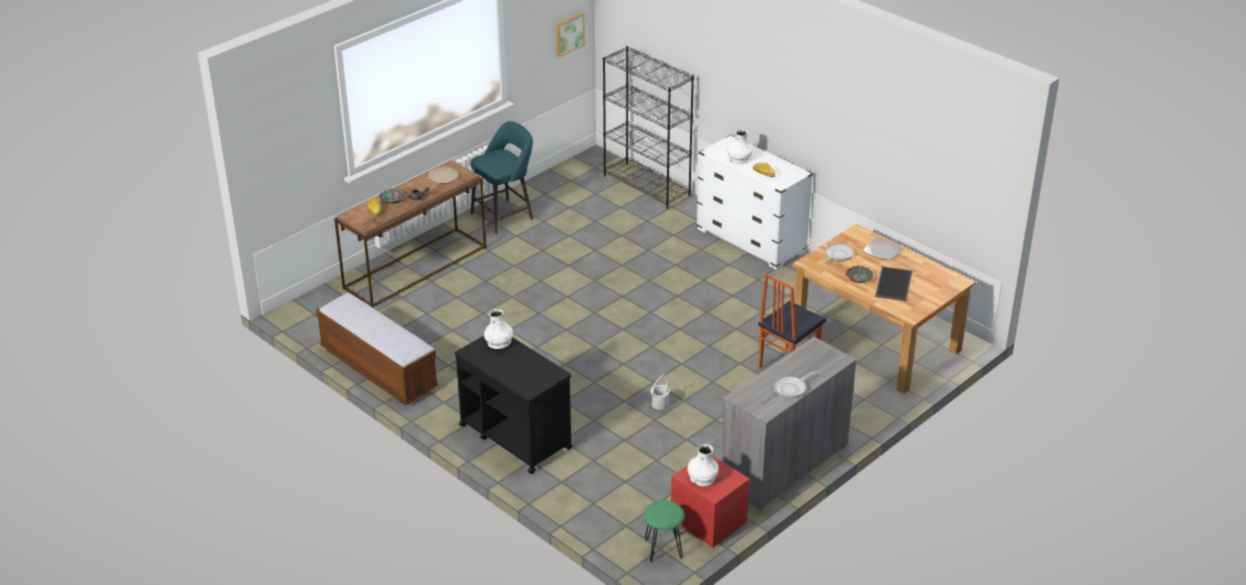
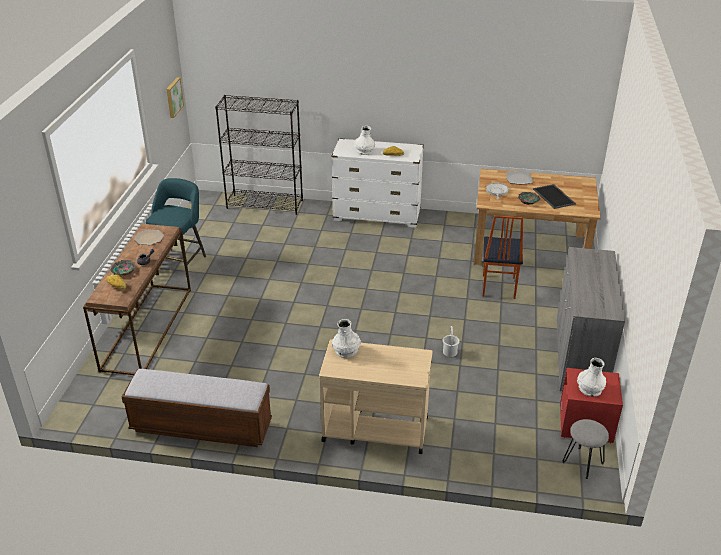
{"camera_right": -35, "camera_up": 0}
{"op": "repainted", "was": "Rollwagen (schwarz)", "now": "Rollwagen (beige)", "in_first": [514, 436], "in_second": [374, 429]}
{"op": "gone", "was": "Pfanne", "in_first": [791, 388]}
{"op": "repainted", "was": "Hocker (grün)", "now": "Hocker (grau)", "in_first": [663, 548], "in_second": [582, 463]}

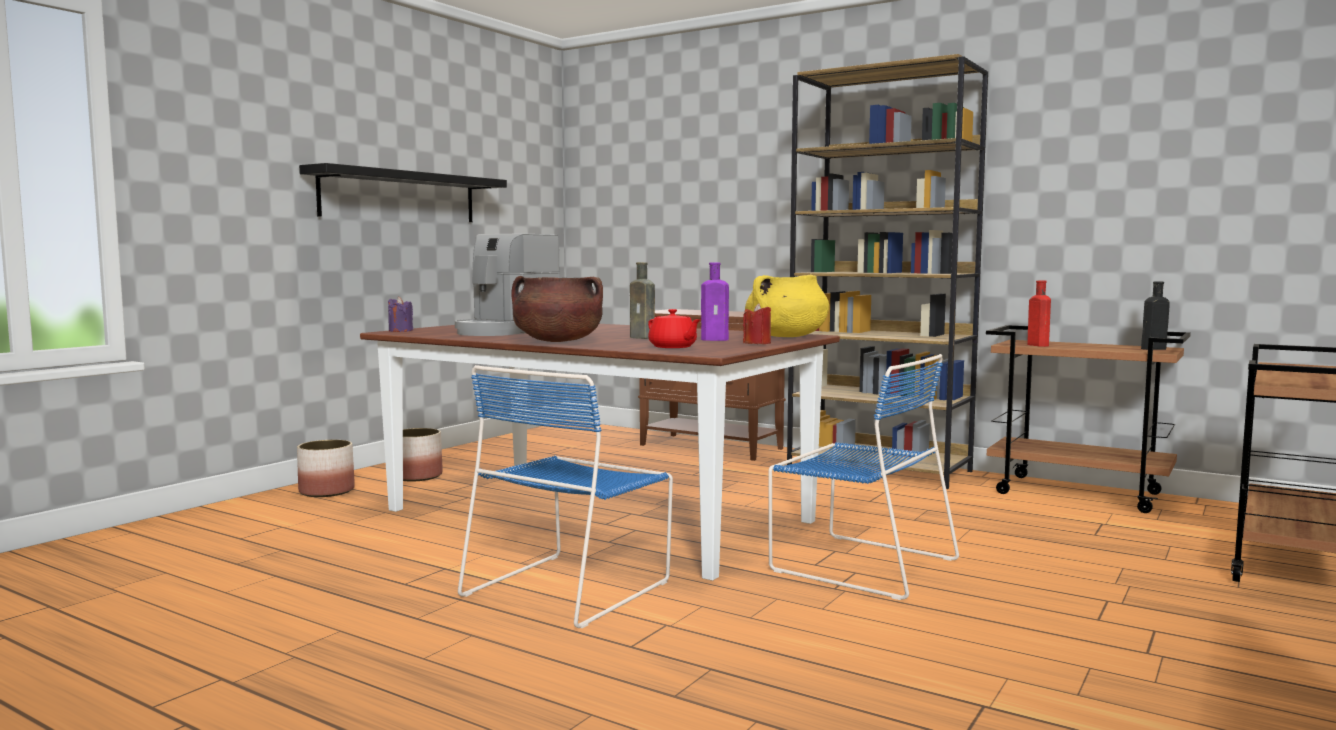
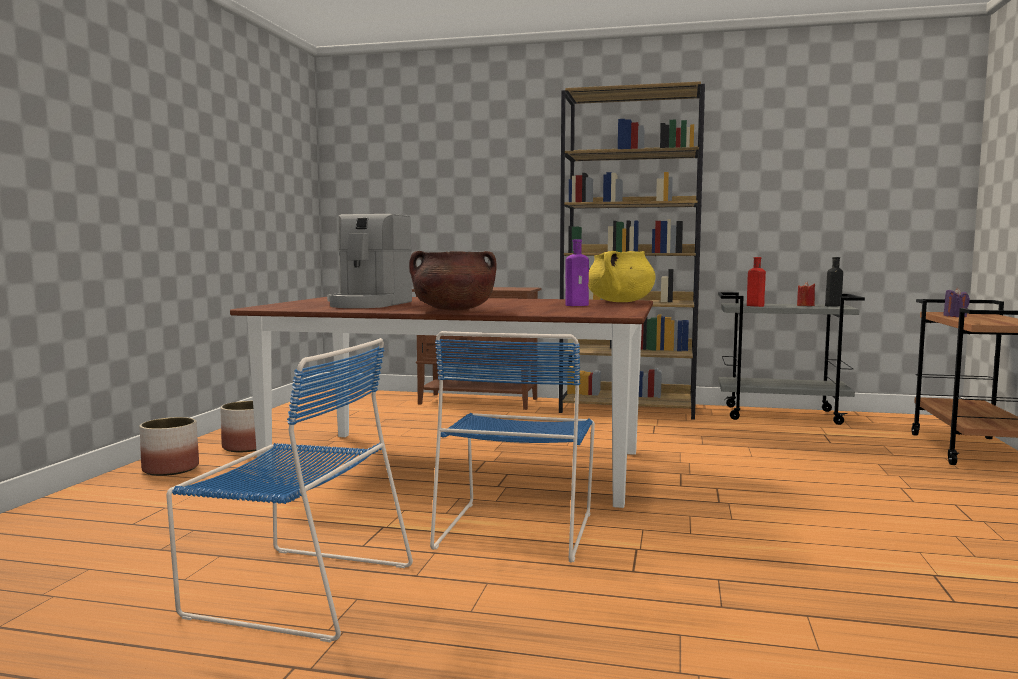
{"camera_right": -20, "camera_up": 0}
{"op": "gone", "was": "Wandregal (schwarz)", "in_first": [400, 196]}
{"op": "gone", "was": "Flasche (braun)", "in_first": [644, 337]}
{"op": "shifted", "was": "Kerze (lila)", "in_first": [400, 331], "in_second": [955, 316]}
{"op": "shifted", "was": "Kerze (rot)", "in_first": [757, 343], "in_second": [805, 306]}
{"op": "gone", "was": "Teekanne (rot)", "in_first": [673, 347]}
{"op": "repainted", "was": "Rollwagen (braun)", "now": "Rollwagen (grau)", "in_first": [1080, 493], "in_second": [782, 415]}
{"op": "shifted", "was": "Stuhl (blau)", "in_first": [858, 564], "in_second": [295, 589]}

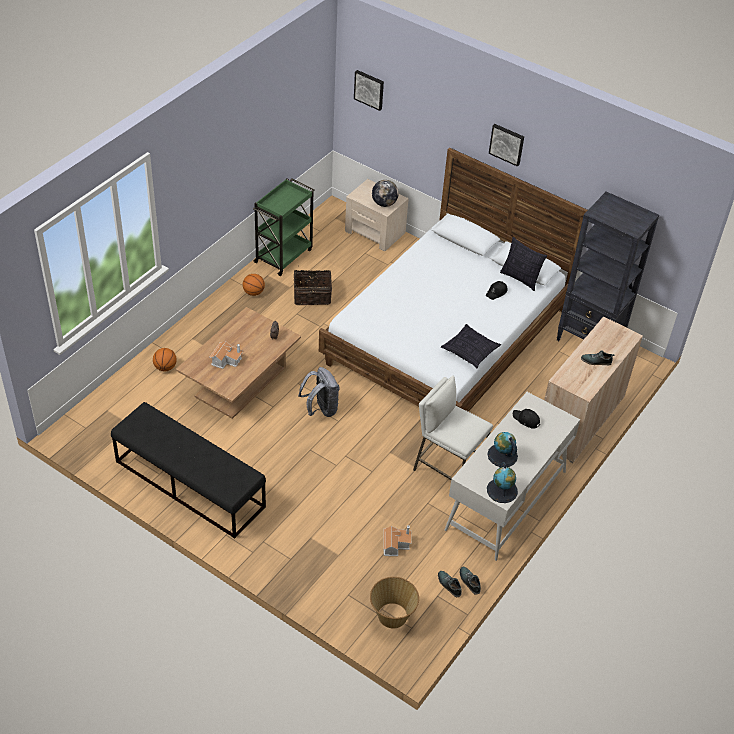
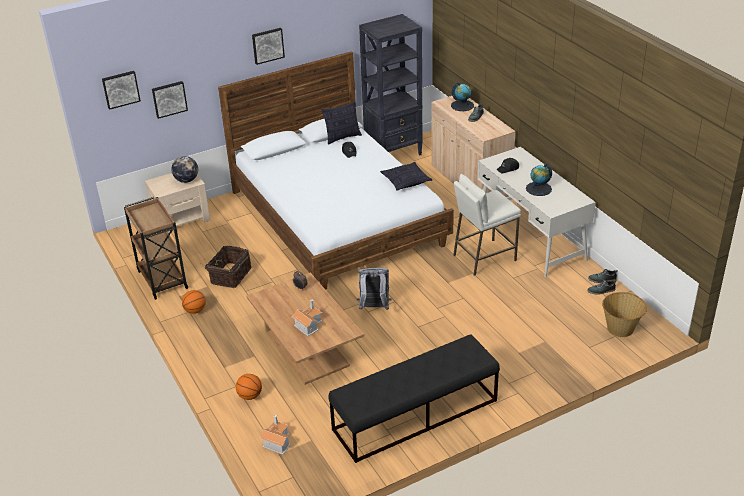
{"camera_right": -60, "camera_up": -10}
{"op": "repainted", "was": "Rollwagen (grün)", "now": "Rollwagen (braun)", "in_first": [284, 255], "in_second": [162, 279]}
{"op": "shifted", "was": "Globus", "in_first": [502, 490], "in_second": [462, 105]}
{"op": "shifted", "was": "Spielzeughaus", "in_first": [395, 544], "in_second": [277, 441]}
{"op": "new", "now": "Bild", "in_second": [169, 99]}

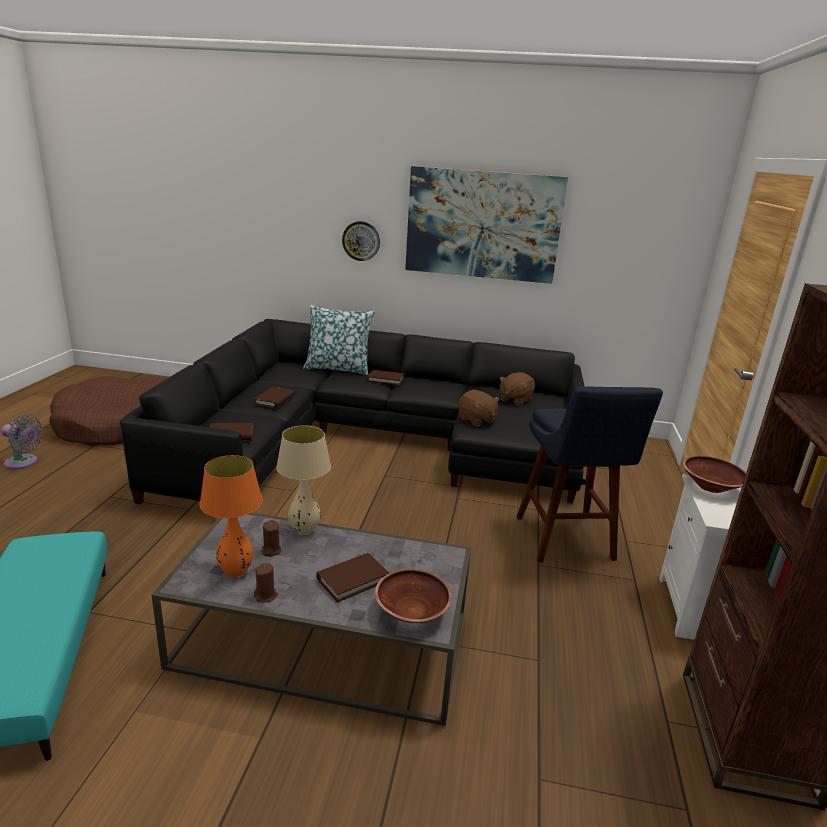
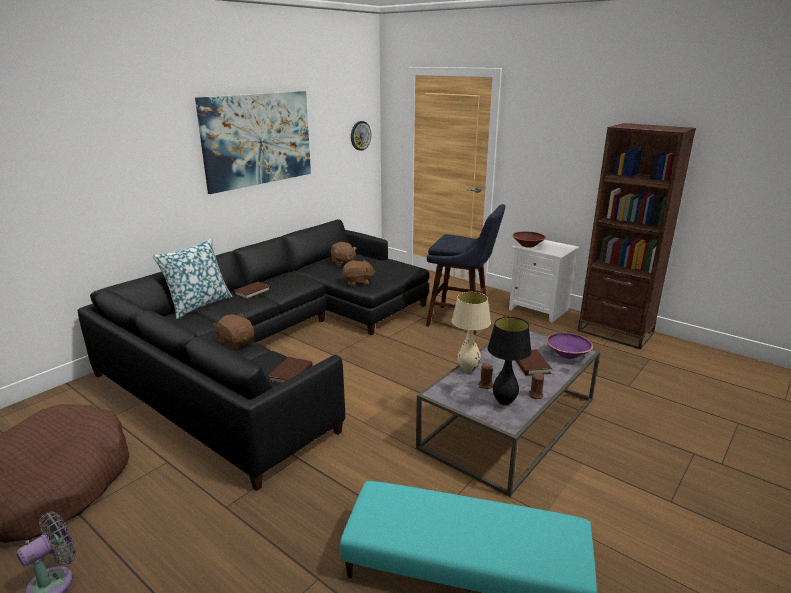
{"camera_right": -60, "camera_up": 0}
{"op": "shifted", "was": "Wanduhr", "in_first": [361, 241], "in_second": [360, 135]}
{"op": "swapped", "was": "Buch (braun)", "now": "Plüschtier (braun)", "in_first": [274, 399], "in_second": [236, 343]}
{"op": "repainted", "was": "Tischlampe (orange)", "now": "Tischlampe (schwarz)", "in_first": [236, 572], "in_second": [504, 402]}
{"op": "repainted", "was": "Schüssel (braun)", "now": "Schüssel (lila)", "in_first": [411, 612], "in_second": [567, 354]}

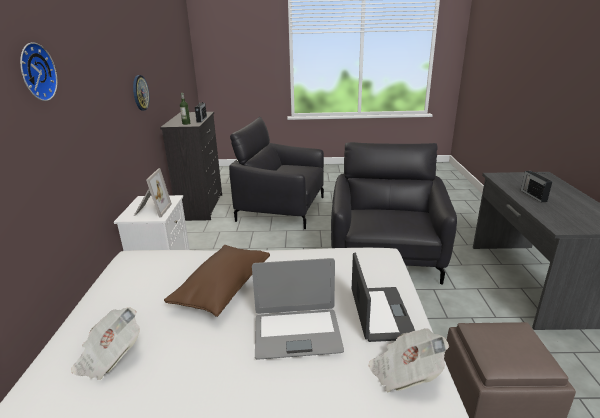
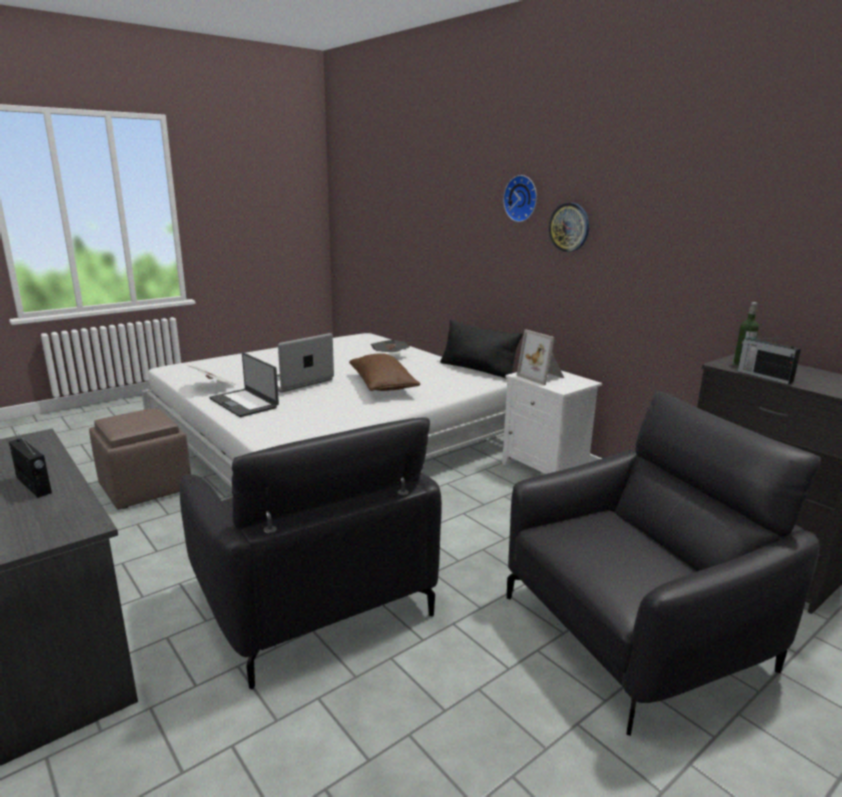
{"camera_right": 140, "camera_up": -5}
{"op": "shifted", "was": "Wanduhr", "in_first": [140, 93], "in_second": [569, 227]}
{"op": "new", "now": "Kissen (schwarz)", "in_second": [478, 370]}

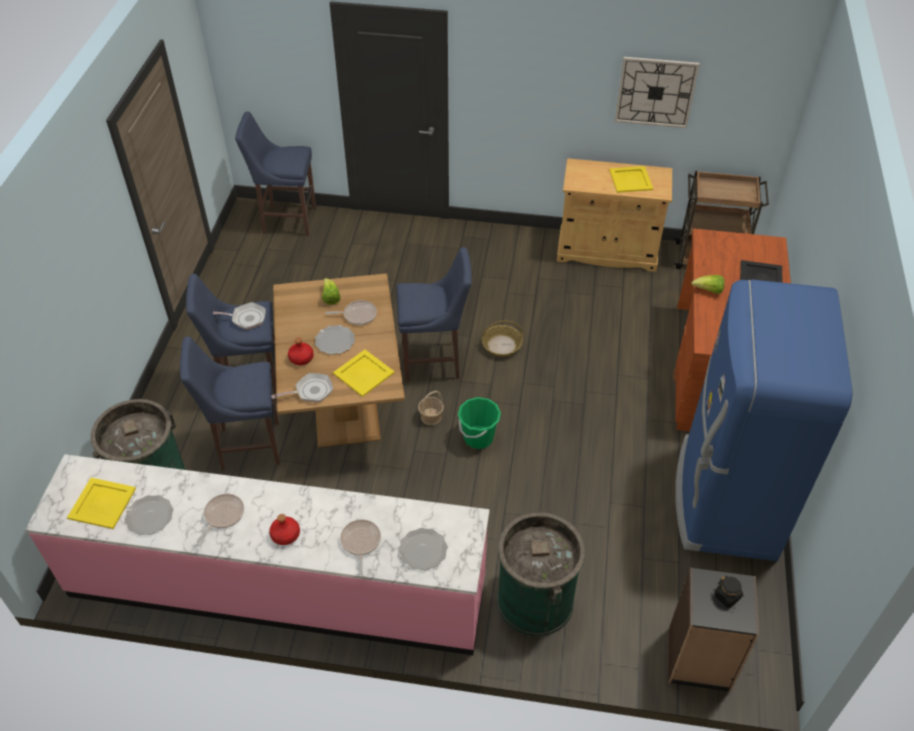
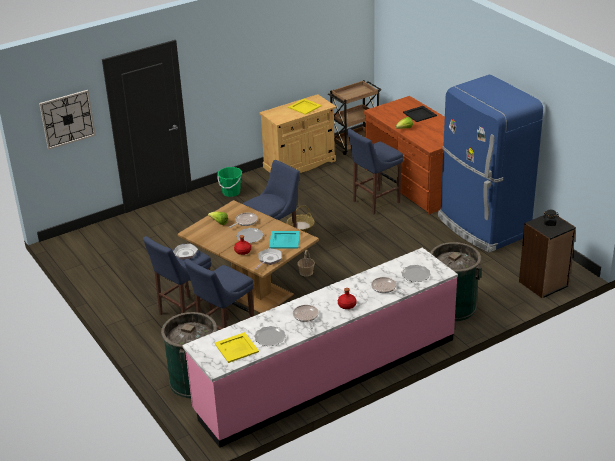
{"camera_right": -40, "camera_up": -15}
{"op": "shifted", "was": "Wanduhr", "in_first": [655, 92], "in_second": [67, 119]}
{"op": "shifted", "was": "Hocker (blau)", "in_first": [286, 220], "in_second": [374, 202]}
{"op": "repainted", "was": "Tablett (gelb)", "now": "Tablett (türkis)", "in_first": [363, 373], "in_second": [284, 240]}
{"op": "shifted", "was": "Eimer (grün)", "in_first": [478, 437], "in_second": [231, 192]}

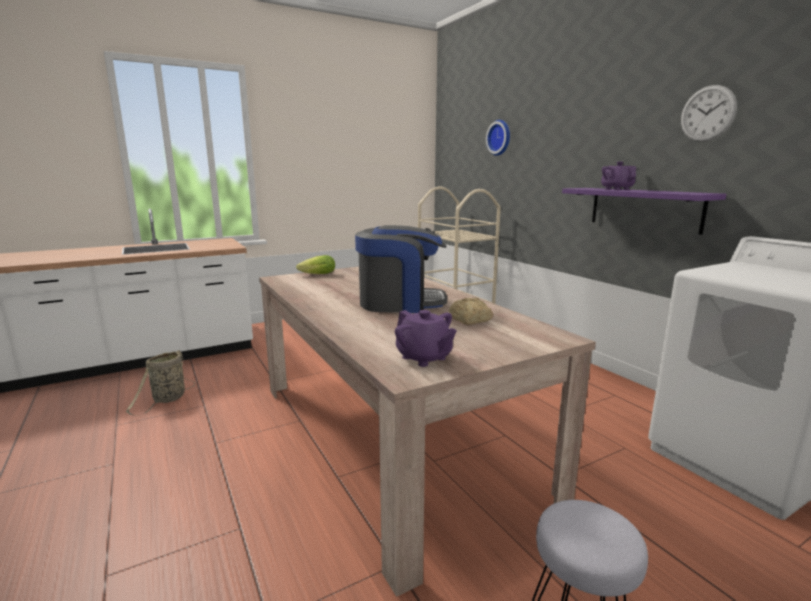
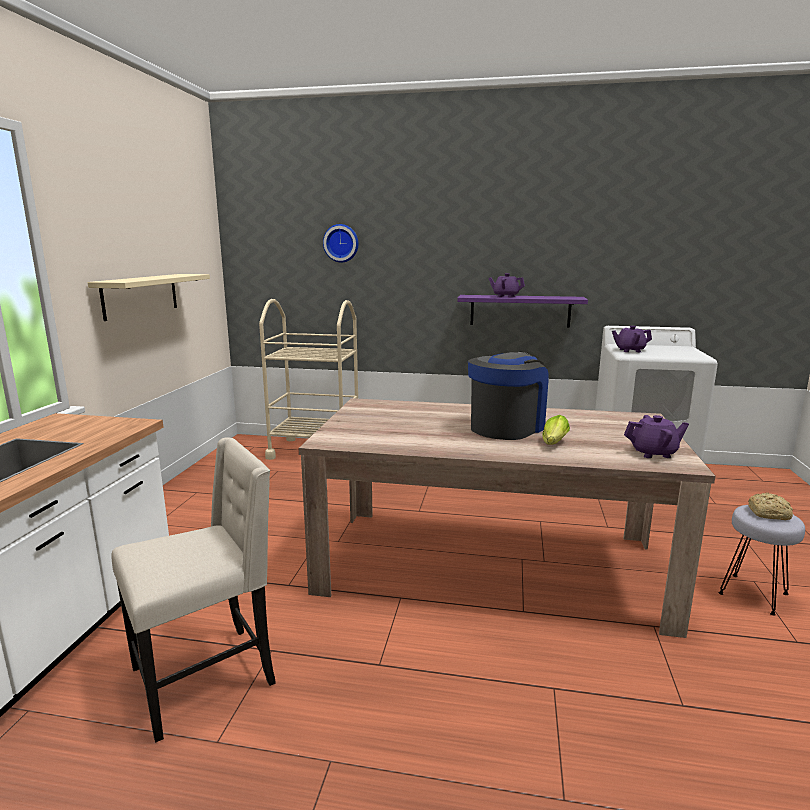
{"camera_right": -50, "camera_up": 0}
{"op": "gone", "was": "Wanduhr", "in_first": [707, 114]}
{"op": "shifted", "was": "Salatkopf", "in_first": [316, 275], "in_second": [553, 444]}
{"op": "shifted", "was": "Brot", "in_first": [470, 320], "in_second": [770, 514]}
{"op": "swapped", "was": "Korb", "now": "Stuhl (beige)", "in_first": [167, 399], "in_second": [207, 676]}
{"op": "new", "now": "Wandregal (beige)", "in_second": [141, 295]}
{"op": "new", "now": "Teekanne (lila)", "in_second": [629, 350]}

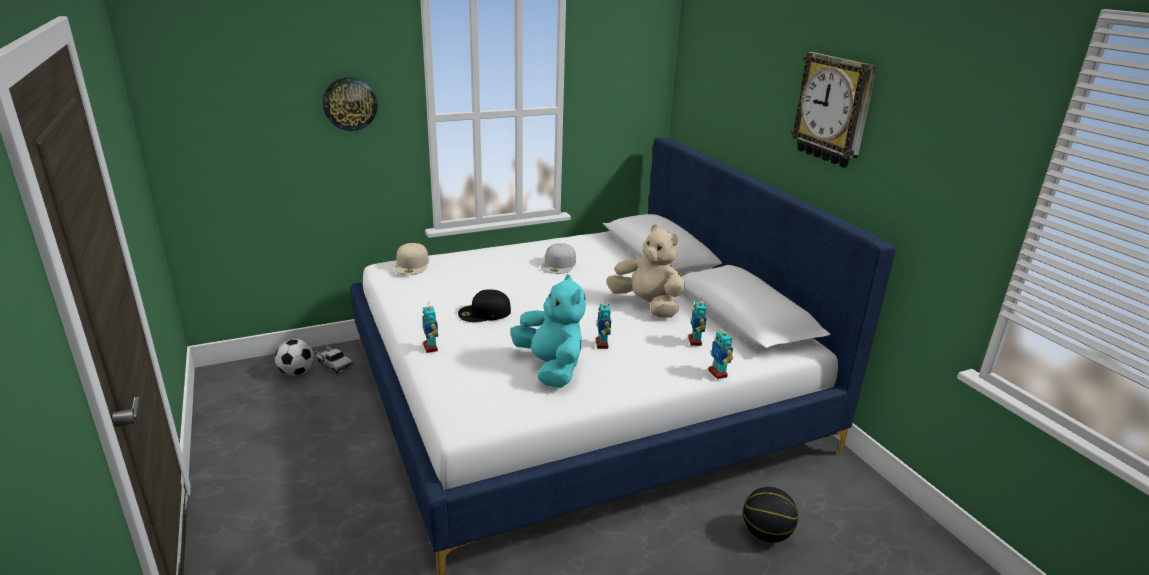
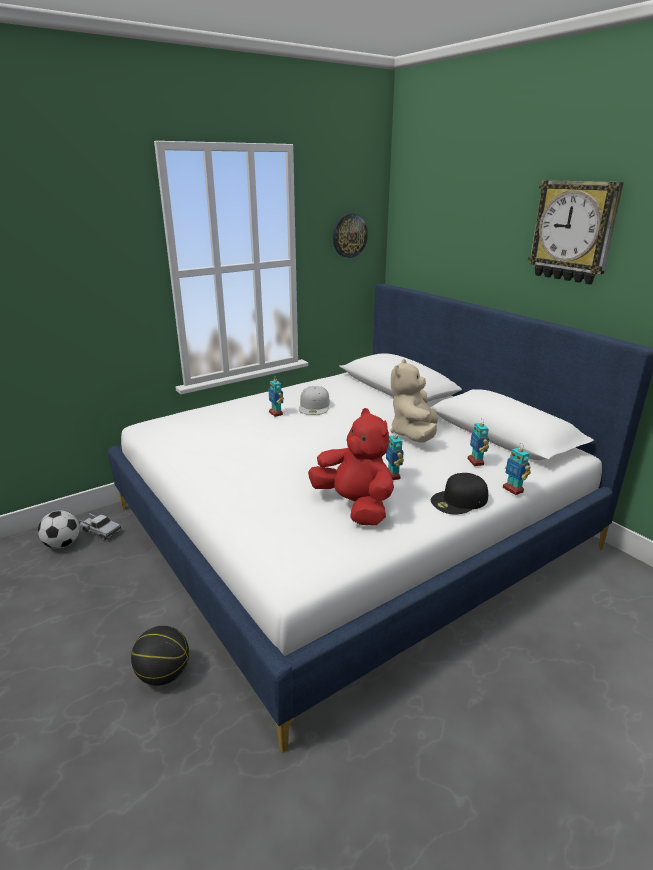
{"camera_right": -10, "camera_up": 0}
{"op": "shifted", "was": "Wanduhr", "in_first": [349, 104], "in_second": [349, 235]}
{"op": "rotated", "was": "Plüschtier (beige)", "in_first": [647, 306], "in_second": [414, 434], "clockwise": -105}
{"op": "gone", "was": "Kappe (beige)", "in_first": [412, 265]}
{"op": "repainted", "was": "Plüschtier (türkis)", "now": "Plüschtier (rot)", "in_first": [551, 368], "in_second": [354, 506]}
{"op": "shifted", "was": "Kappe (schwarz)", "in_first": [484, 312], "in_second": [459, 500]}
{"op": "shifted", "was": "Spielzeugroboter", "in_first": [431, 347], "in_second": [276, 413]}
{"op": "shifted", "was": "Basketball", "in_first": [766, 533], "in_second": [164, 674]}

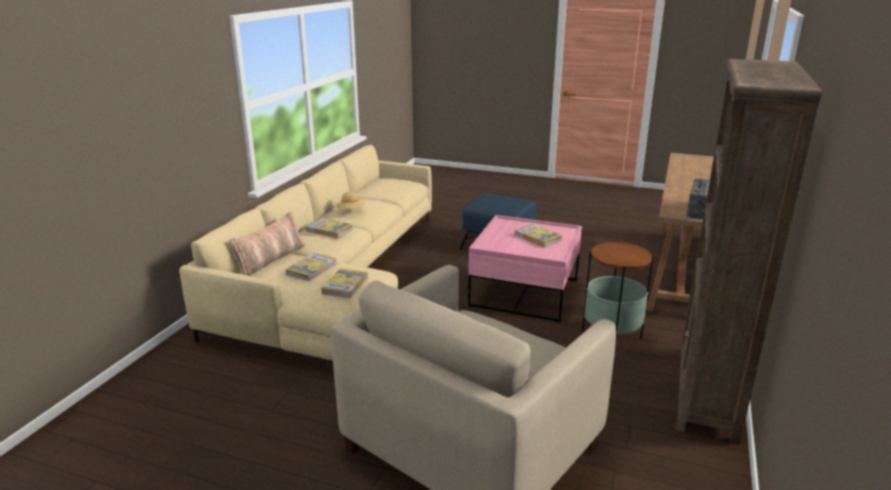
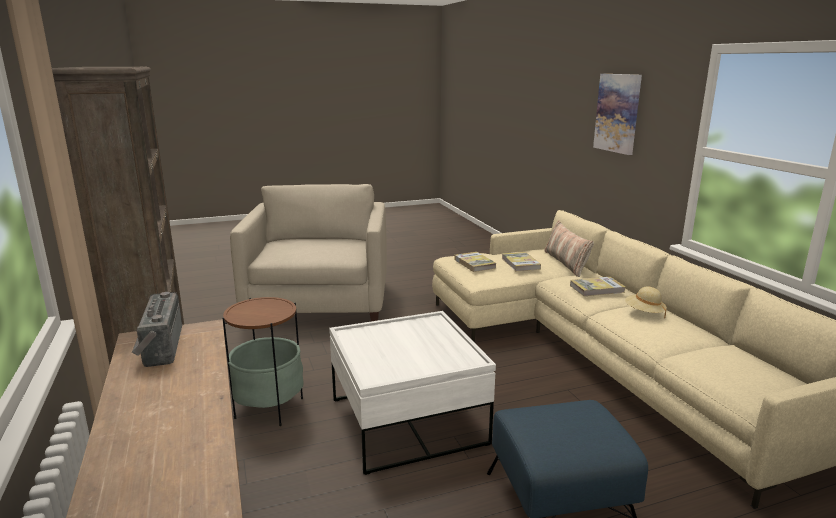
{"camera_right": 140, "camera_up": -5}
{"op": "repainted", "was": "Couchtisch (rosa)", "now": "Couchtisch (weiß)", "in_first": [524, 293], "in_second": [408, 421]}
{"op": "gone", "was": "Buch", "in_first": [537, 237]}
{"op": "new", "now": "Bild", "in_second": [617, 113]}

